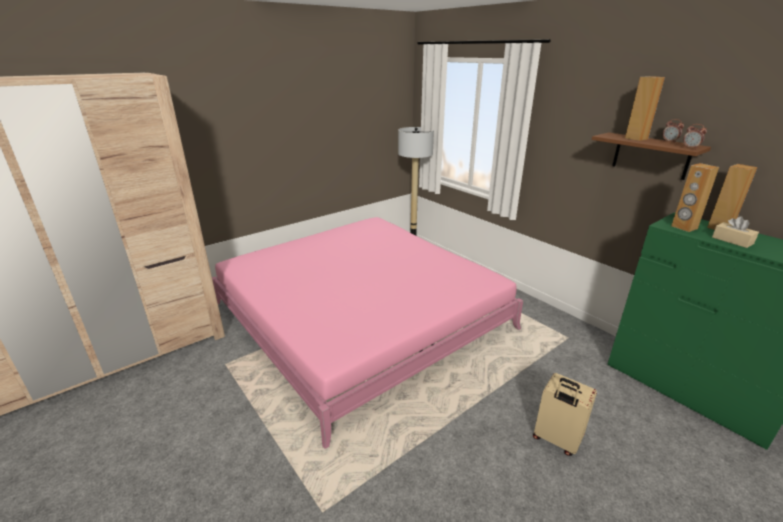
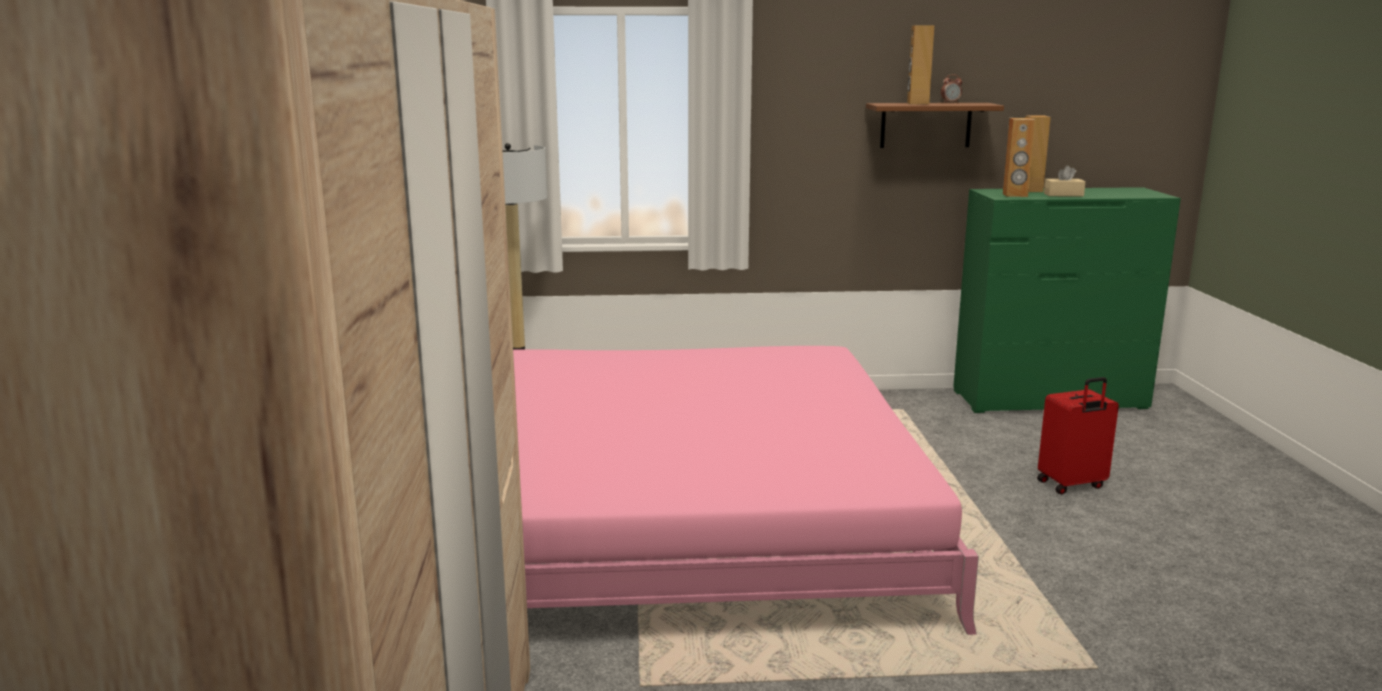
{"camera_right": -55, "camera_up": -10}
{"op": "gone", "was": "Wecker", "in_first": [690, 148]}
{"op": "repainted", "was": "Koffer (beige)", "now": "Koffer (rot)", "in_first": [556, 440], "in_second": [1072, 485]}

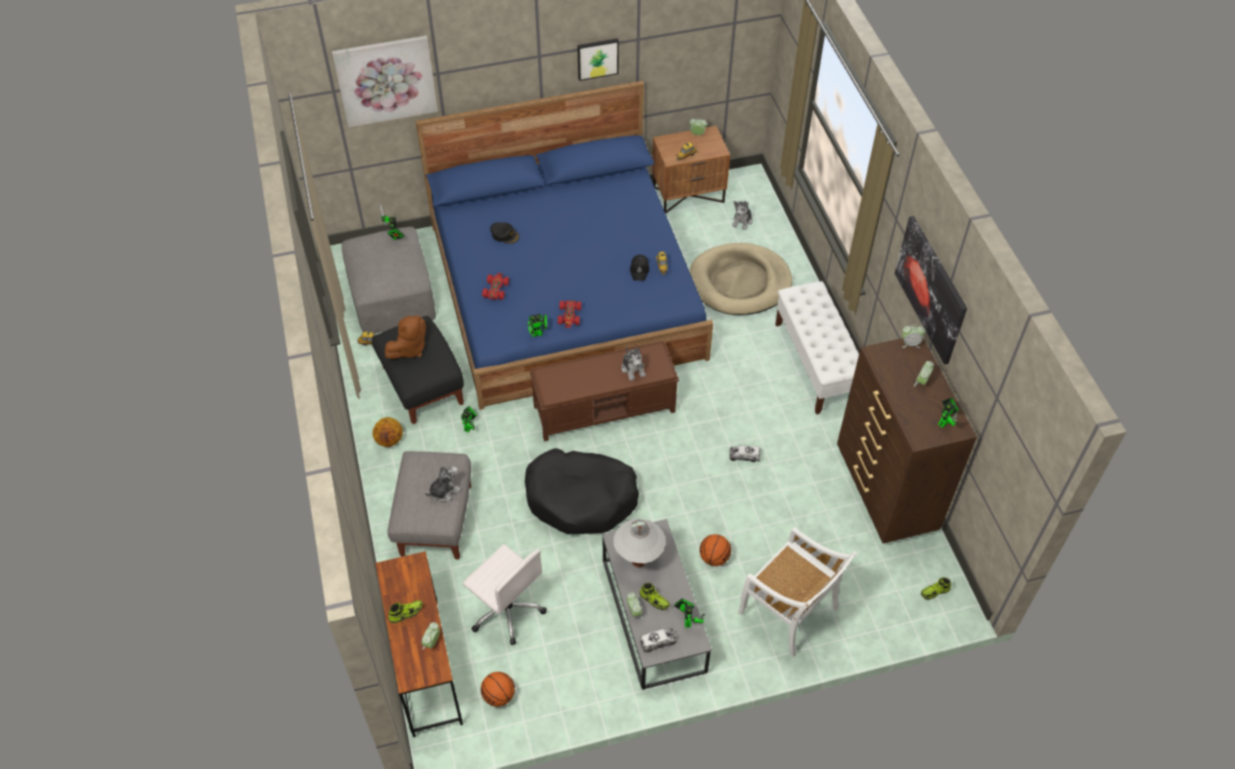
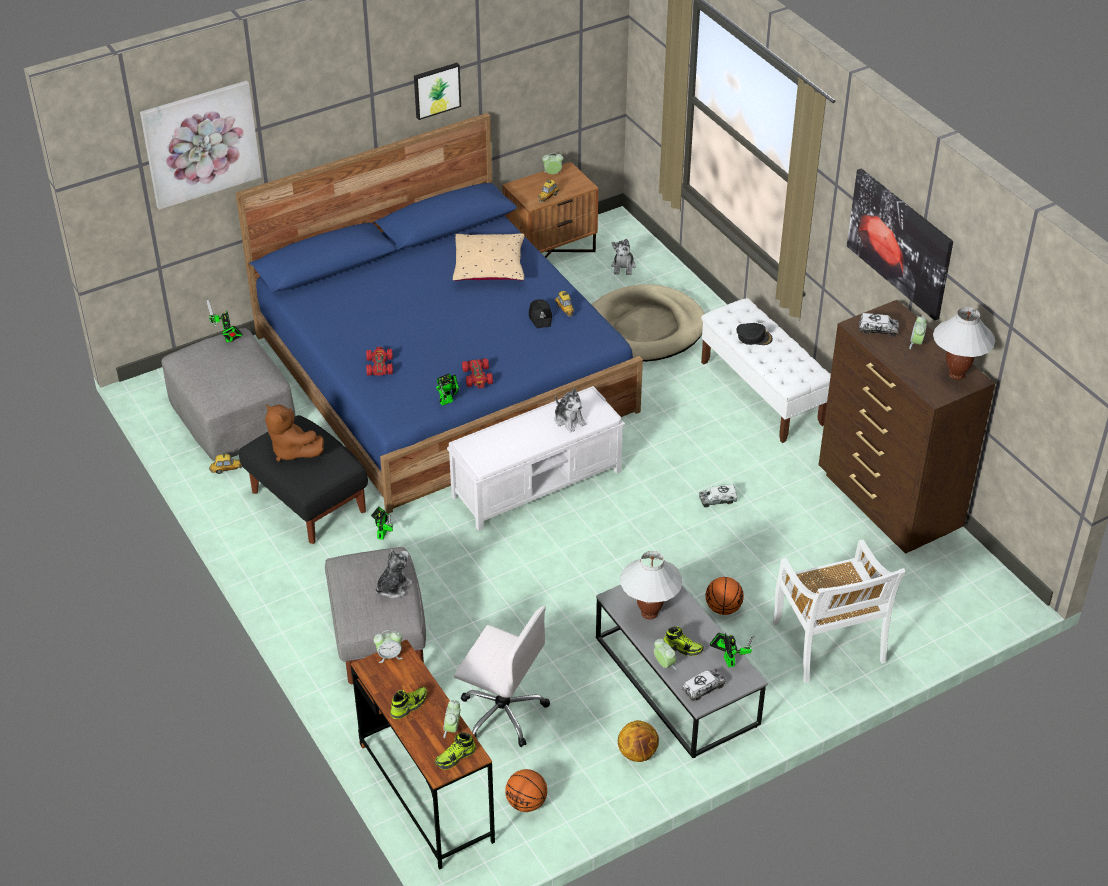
{"camera_right": -15, "camera_up": -10}
{"op": "shifted", "was": "Kappe (schwarz)", "in_first": [505, 235], "in_second": [754, 337]}
{"op": "rotated", "was": "Plüschtier (braun)", "in_first": [409, 348], "in_second": [292, 451], "clockwise": 105}
{"op": "shifted", "was": "Wecker", "in_first": [910, 343], "in_second": [389, 655]}
{"op": "repainted", "was": "Bank (braun)", "now": "Bank (weiß)", "in_first": [605, 408], "in_second": [538, 483]}
{"op": "swapped", "was": "Spielzeugroboter", "now": "Tischlampe (weiß)", "in_first": [945, 421], "in_second": [956, 375]}
{"op": "shifted", "was": "Basketball", "in_first": [389, 440], "in_second": [638, 753]}
{"op": "gone", "was": "Hundebett (schwarz)", "in_first": [581, 498]}
{"op": "rotated", "was": "Stuhl (weiß)", "in_first": [789, 612], "in_second": [829, 644], "clockwise": 45}
{"op": "shifted", "was": "Schuh", "in_first": [935, 592], "in_second": [455, 757]}
{"op": "new", "now": "Kissen (beige)", "in_second": [489, 267]}
{"op": "new", "now": "Spielzeuglaster", "in_second": [878, 330]}

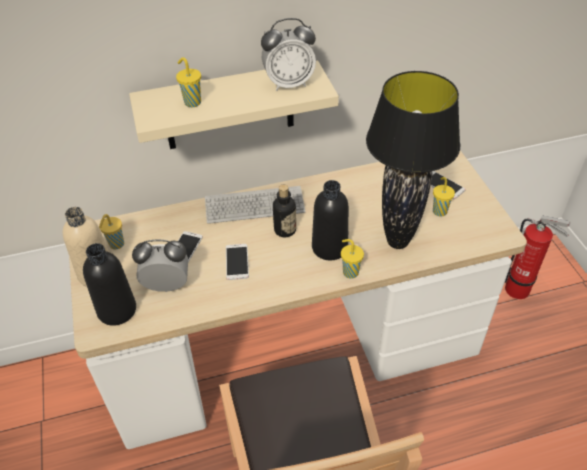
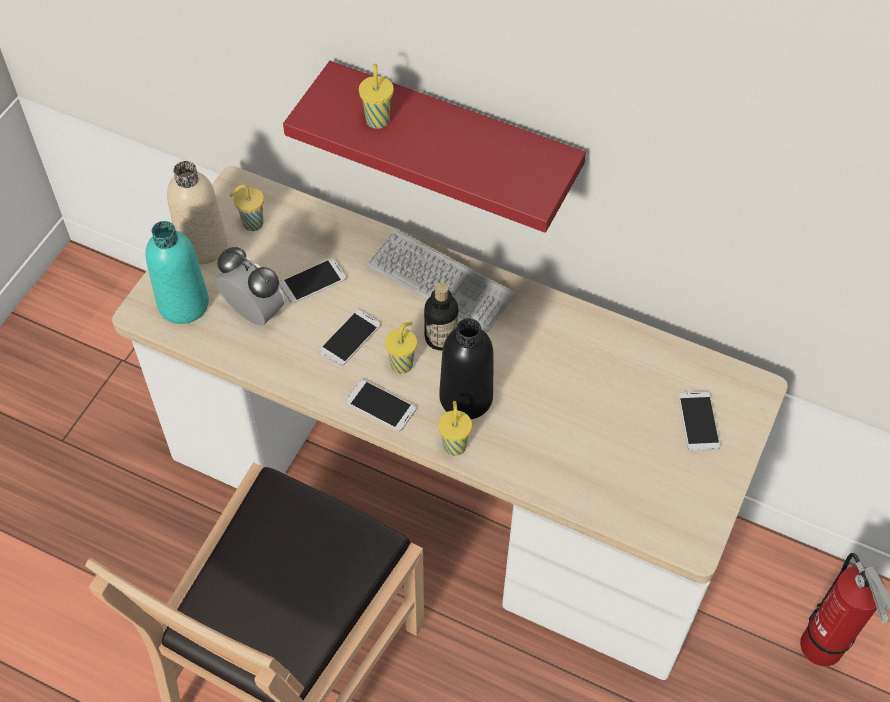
{"camera_right": 40, "camera_up": 10}
{"op": "gone", "was": "Wecker", "in_first": [289, 84]}
{"op": "repainted", "was": "Wandregal (beige)", "now": "Wandregal (rot)", "in_first": [229, 107], "in_second": [454, 142]}
{"op": "gone", "was": "Tischlampe (schwarz)", "in_first": [398, 242]}
{"op": "shifted", "was": "Tasse (gelb)", "in_first": [439, 211], "in_second": [402, 363]}
{"op": "repainted", "was": "Flasche (schwarz)", "now": "Flasche (türkis)", "in_first": [117, 310], "in_second": [183, 304]}
{"op": "new", "now": "Handy", "in_second": [380, 405]}

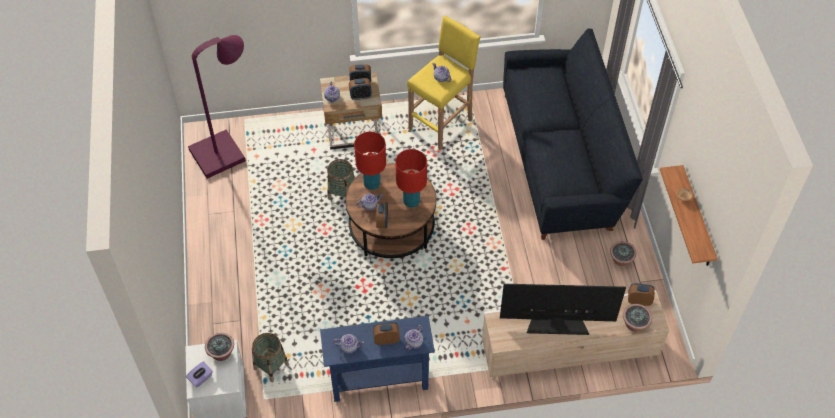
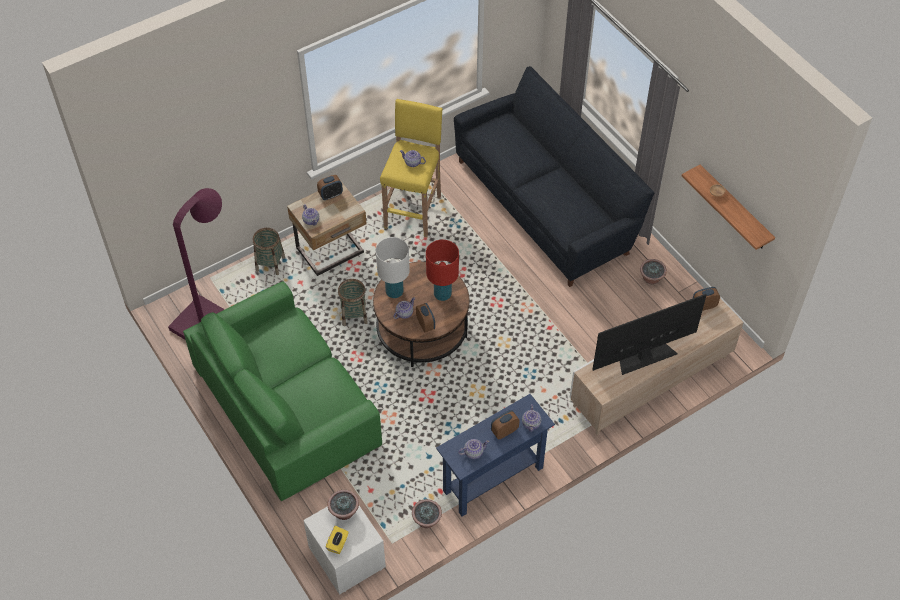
{"camera_right": -25, "camera_up": 0}
{"op": "gone", "was": "Wecker", "in_first": [360, 96]}
{"op": "repainted", "was": "Tischlampe (rot)", "now": "Tischlampe (weiß)", "in_first": [372, 184], "in_second": [394, 292]}
{"op": "shifted", "was": "Topfpflanze", "in_first": [634, 325], "in_second": [427, 520]}
{"op": "shifted", "was": "Korb", "in_first": [271, 367], "in_second": [270, 264]}
{"op": "repainted", "was": "Taschentuchbox (lila)", "now": "Taschentuchbox (gelb)", "in_first": [201, 378], "in_second": [338, 544]}
{"op": "new", "now": "Sofa (grün)", "in_second": [287, 405]}

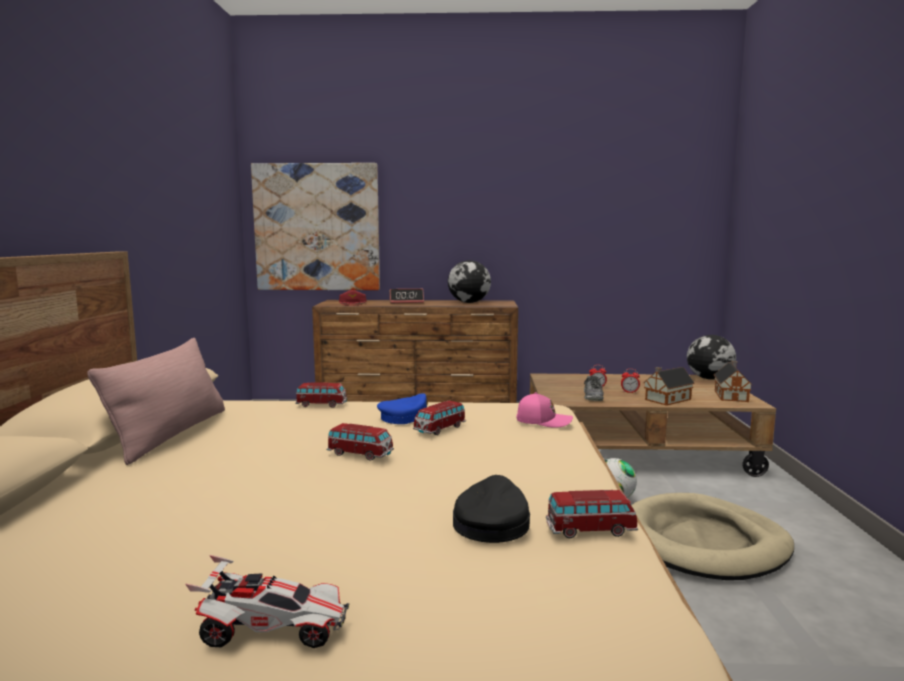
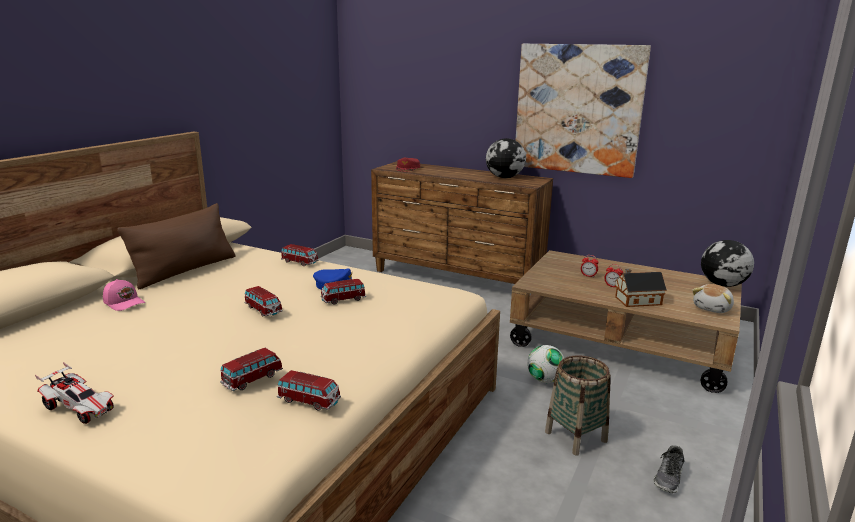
{"camera_right": 25, "camera_up": 10}
{"op": "shifted", "was": "Bild", "in_first": [317, 227], "in_second": [578, 109]}
{"op": "gone", "was": "Wecker", "in_first": [406, 302]}
{"op": "repainted", "was": "Kissen (rosa)", "now": "Kissen (braun)", "in_first": [171, 434], "in_second": [185, 270]}
{"op": "swapped", "was": "Spielzeughaus", "now": "Plüschtier", "in_first": [731, 396], "in_second": [713, 308]}
{"op": "shifted", "was": "Schuh", "in_first": [593, 397], "in_second": [669, 478]}
{"op": "shifted", "was": "Kappe (rosa)", "in_first": [543, 421], "in_second": [124, 302]}
{"op": "swapped", "was": "Kappe (schwarz)", "now": "Spielzeugauto", "in_first": [491, 522], "in_second": [252, 379]}
{"op": "swapped", "was": "Hundebett (beige)", "now": "Korb", "in_first": [702, 542], "in_second": [576, 436]}

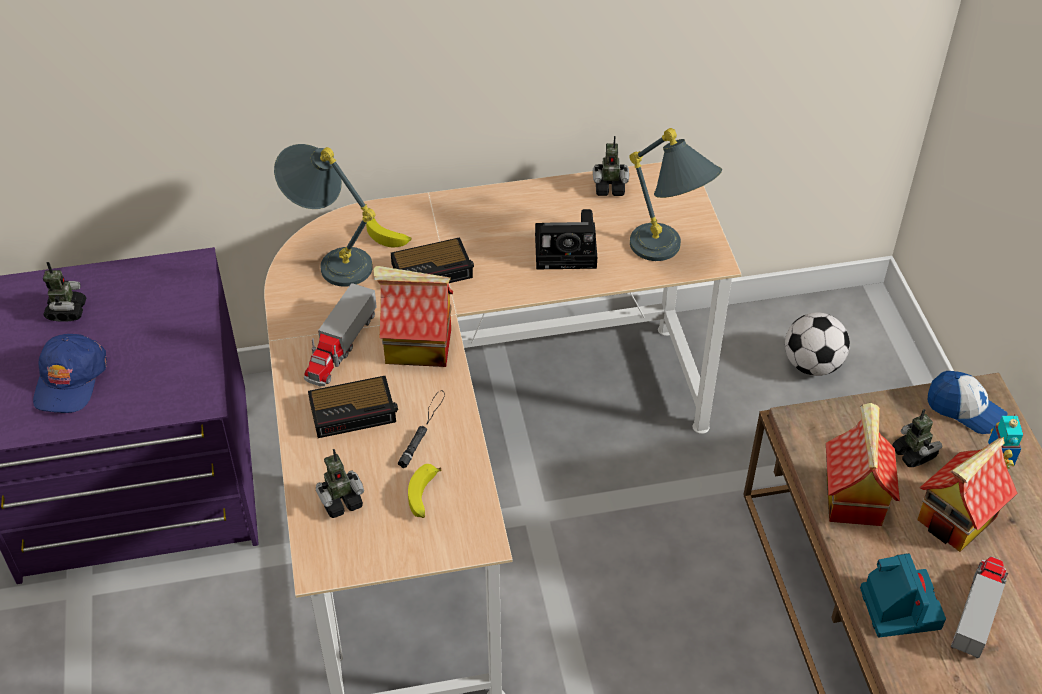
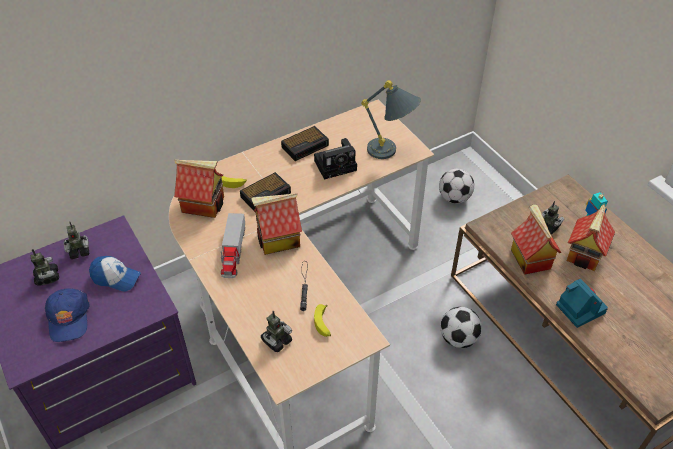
{"camera_right": -20, "camera_up": 0}
{"op": "shifted", "was": "Spielzeugroboter", "in_first": [609, 188], "in_second": [79, 251]}
{"op": "swapped", "was": "Tischlampe (grau)", "now": "Spielzeughaus", "in_first": [331, 260], "in_second": [204, 204]}
{"op": "shifted", "was": "Kappe", "in_first": [964, 409], "in_second": [116, 278]}
{"op": "shifted", "was": "Wecker", "in_first": [354, 411], "in_second": [306, 146]}
{"op": "gone", "was": "Spielzeuglaster", "in_first": [978, 611]}
{"op": "new", "now": "Fußball", "in_second": [458, 338]}

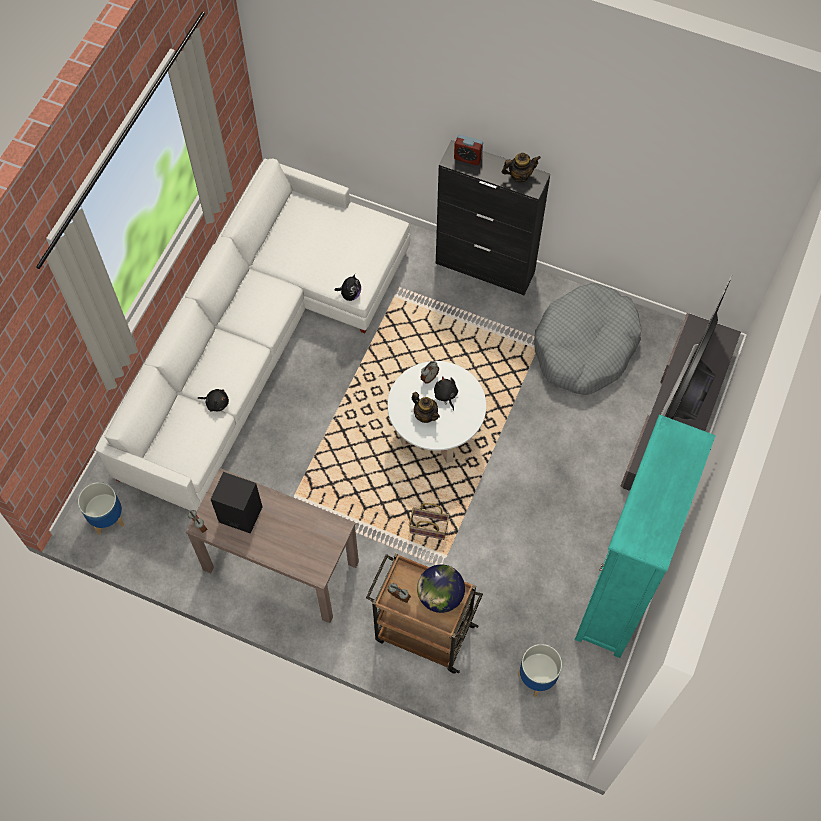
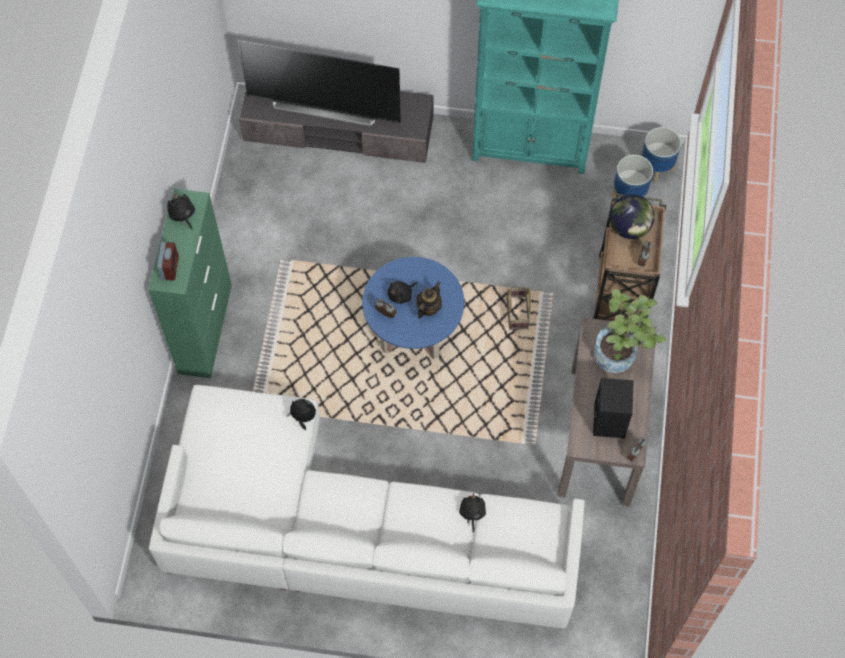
{"camera_right": -105, "camera_up": 0}
{"op": "repainted", "was": "Schrank (schwarz)", "now": "Schrank (grün)", "in_first": [485, 268], "in_second": [205, 328]}
{"op": "swapped", "was": "Teekanne", "now": "Plüschtier (schwarz)", "in_first": [519, 175], "in_second": [182, 215]}
{"op": "gone", "was": "Hundebett (grau)", "in_first": [585, 347]}
{"op": "repainted", "was": "Couchtisch (weiß)", "now": "Couchtisch (blau)", "in_first": [435, 432], "in_second": [413, 331]}
{"op": "shifted", "was": "Pflanzkübel", "in_first": [107, 518], "in_second": [655, 169]}
{"op": "new", "now": "Topfpflanze", "in_second": [620, 356]}

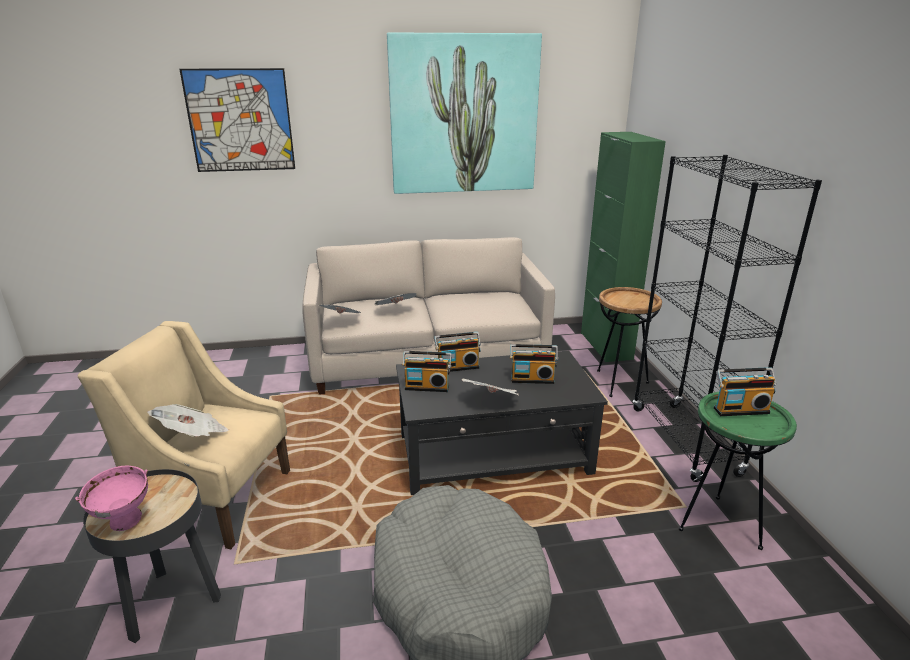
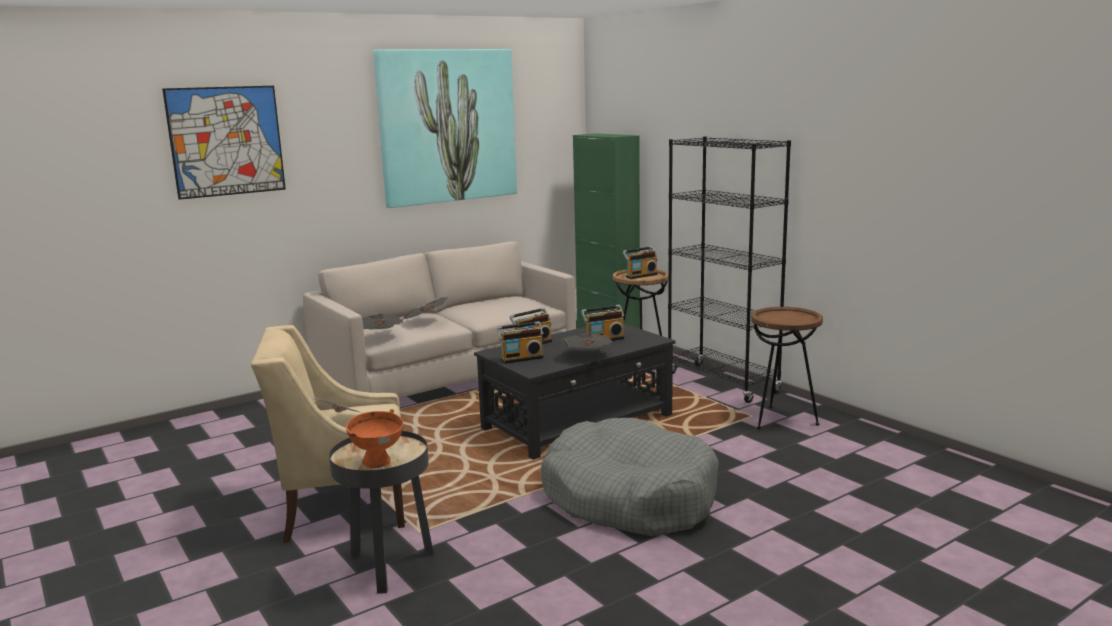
{"camera_right": -25, "camera_up": -10}
{"op": "shifted", "was": "Radio", "in_first": [740, 409], "in_second": [640, 275]}
{"op": "repainted", "was": "Beistelltisch (grün)", "now": "Beistelltisch (braun)", "in_first": [719, 524], "in_second": [782, 420]}
{"op": "repainted", "was": "Schüssel (rosa)", "now": "Schüssel (orange)", "in_first": [126, 523], "in_second": [378, 463]}

